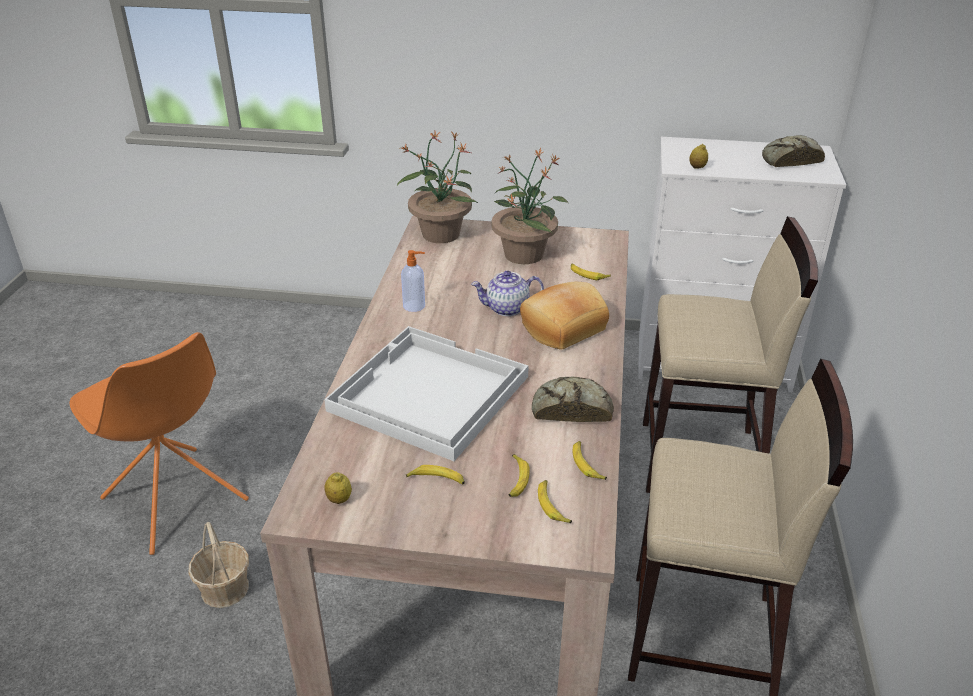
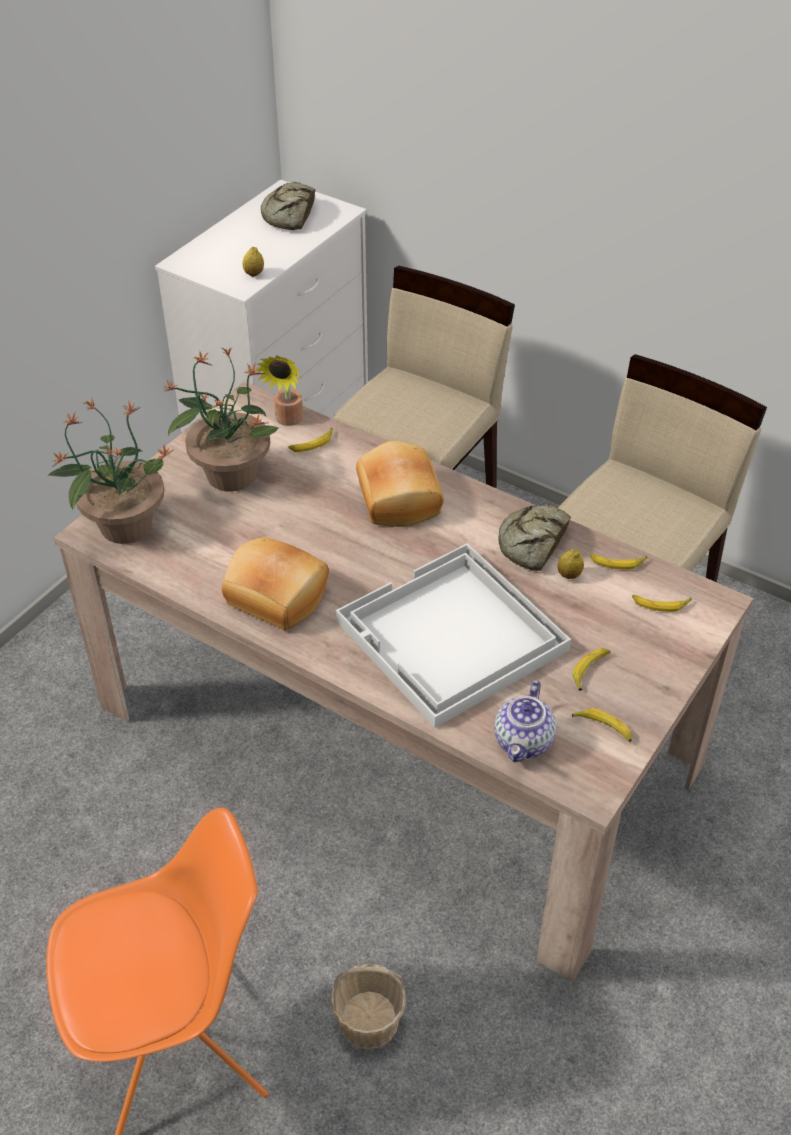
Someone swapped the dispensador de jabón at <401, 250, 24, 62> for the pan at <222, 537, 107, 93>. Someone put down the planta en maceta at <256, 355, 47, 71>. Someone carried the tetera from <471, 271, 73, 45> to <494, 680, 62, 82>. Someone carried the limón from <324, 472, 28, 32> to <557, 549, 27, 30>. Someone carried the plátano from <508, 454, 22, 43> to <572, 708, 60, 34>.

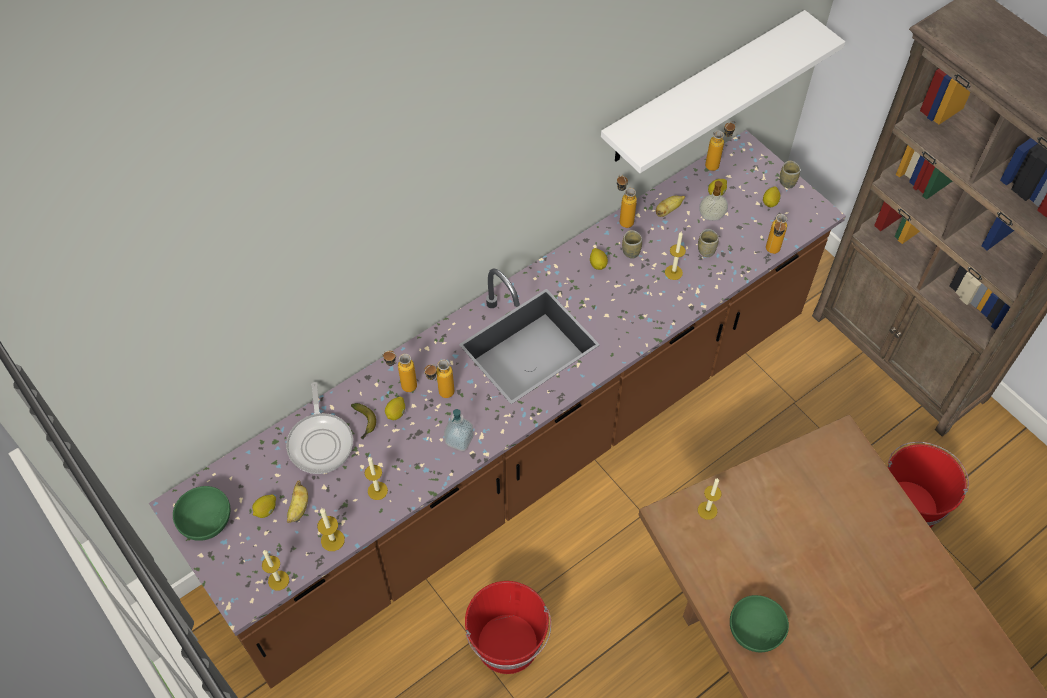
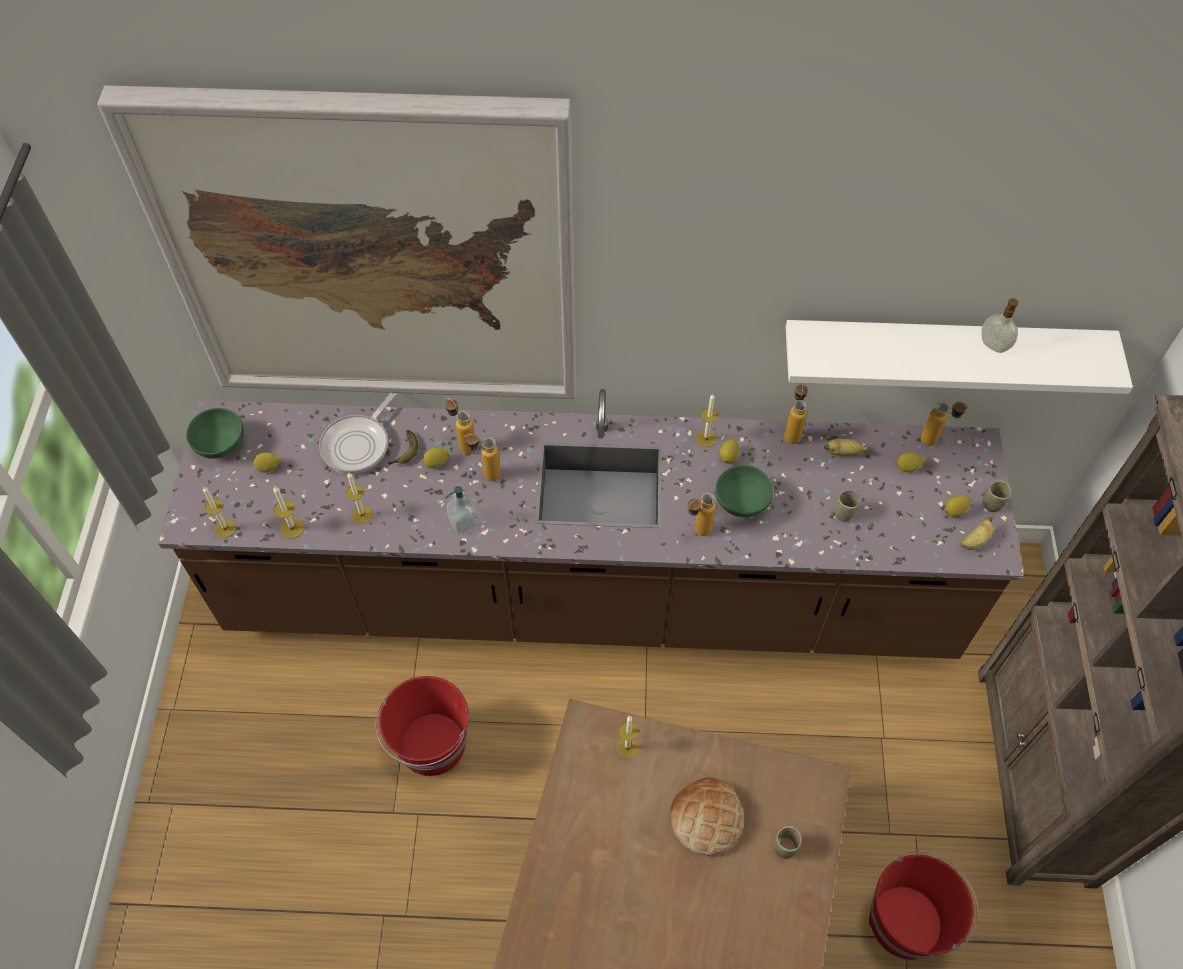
Someone put up the cuadro at <97, 85, 479, 314>. Someone put down the pan at <670, 778, 74, 78>. Someone carried the botella from <766, 214, 22, 40> to <688, 493, 28, 43>. Someone carried the vela from <665, 232, 21, 48> to <696, 394, 23, 53>. Someone carried the cuenco [verde] from <730, 595, 59, 57> to <716, 465, 57, 52>. Someone carried the taza from <622, 230, 20, 29> to <774, 826, 28, 33>. Someone carried the plátano from <287, 480, 21, 43> to <960, 516, 35, 34>. Someone carried the dispensador de jabón from <699, 181, 29, 40> to <981, 298, 38, 55>.

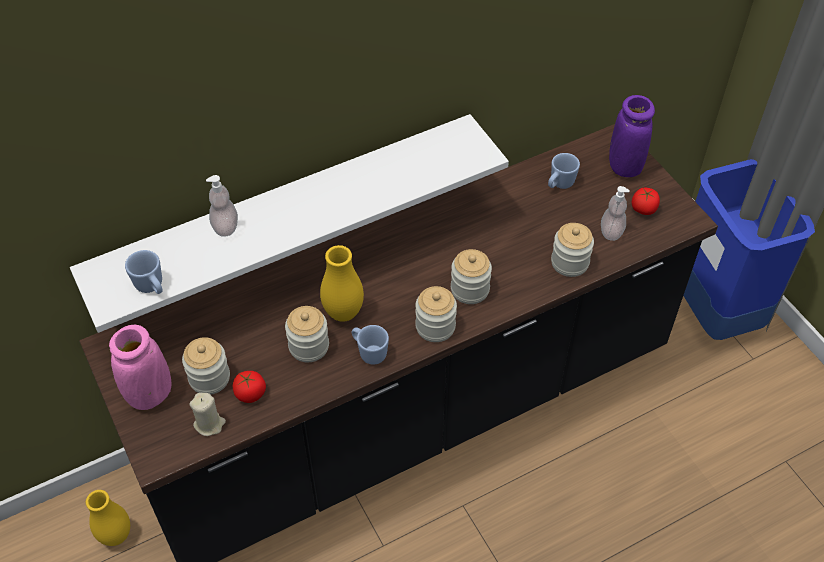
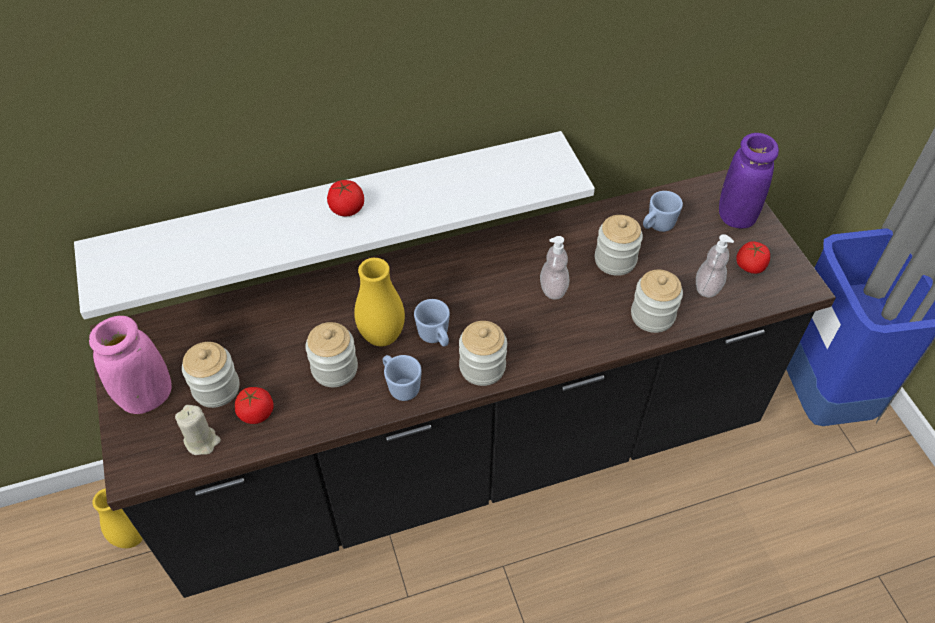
Someone put down the tomate at <327, 180, 37, 36>. Someone carried the taza grande [azul] from <125, 250, 38, 44> to <414, 299, 36, 48>. Someone carried the dispensador de jabón from <206, 175, 32, 62> to <540, 236, 29, 64>. Someone carried the tarro from <451, 249, 41, 55> to <595, 215, 48, 61>.

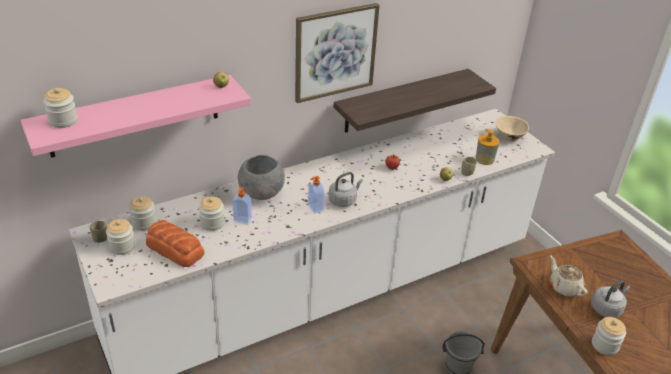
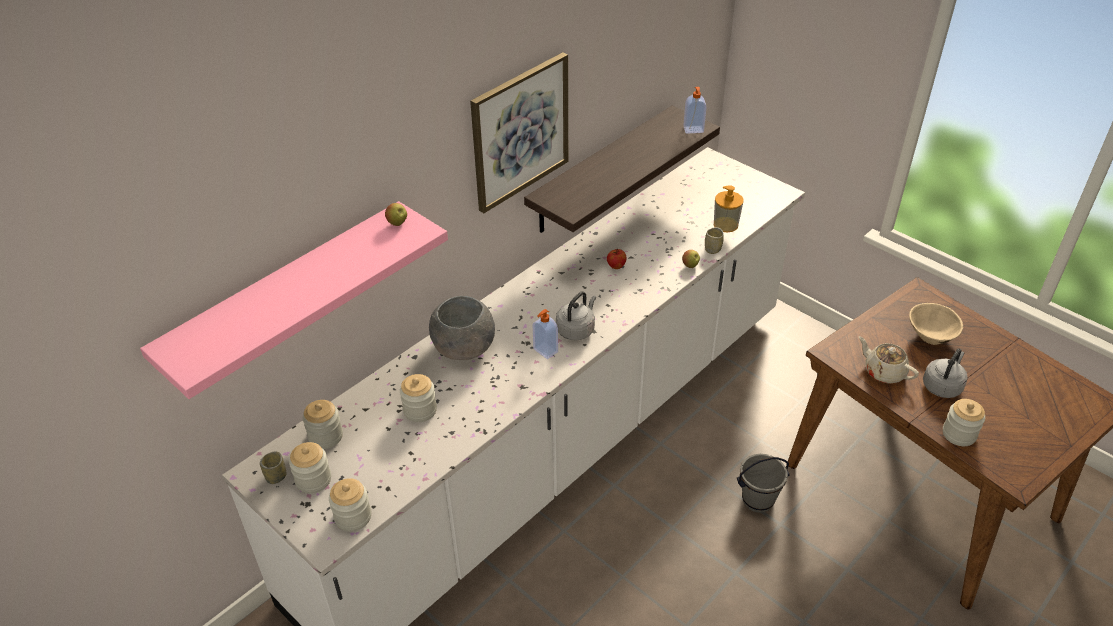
Someone carried the tarro from <44, 88, 34, 40> to <329, 478, 42, 54>. Someone carried the dispensador de jabón from <232, 187, 20, 38> to <683, 87, 24, 46>. Someone carried the cuenco [beis] from <496, 116, 33, 26> to <909, 303, 54, 42>. Someone took away the pan at <146, 220, 58, 47>.

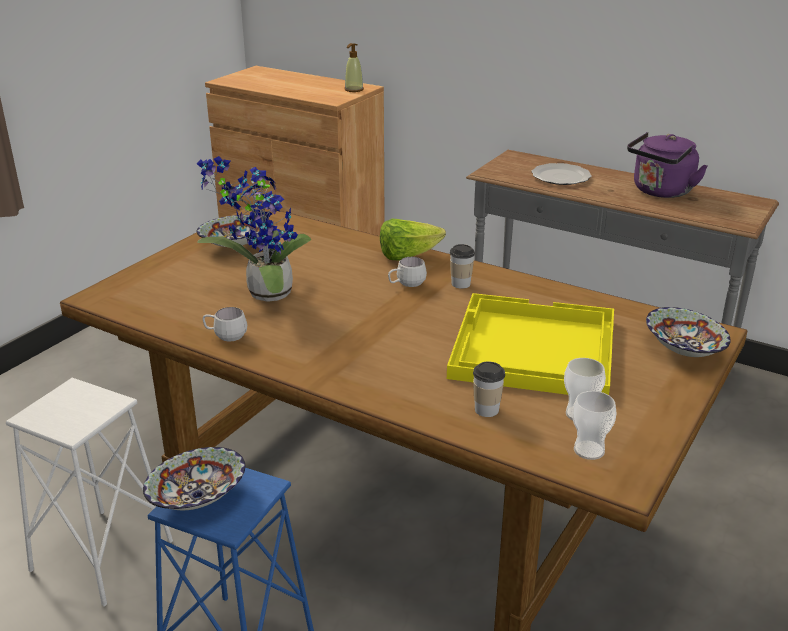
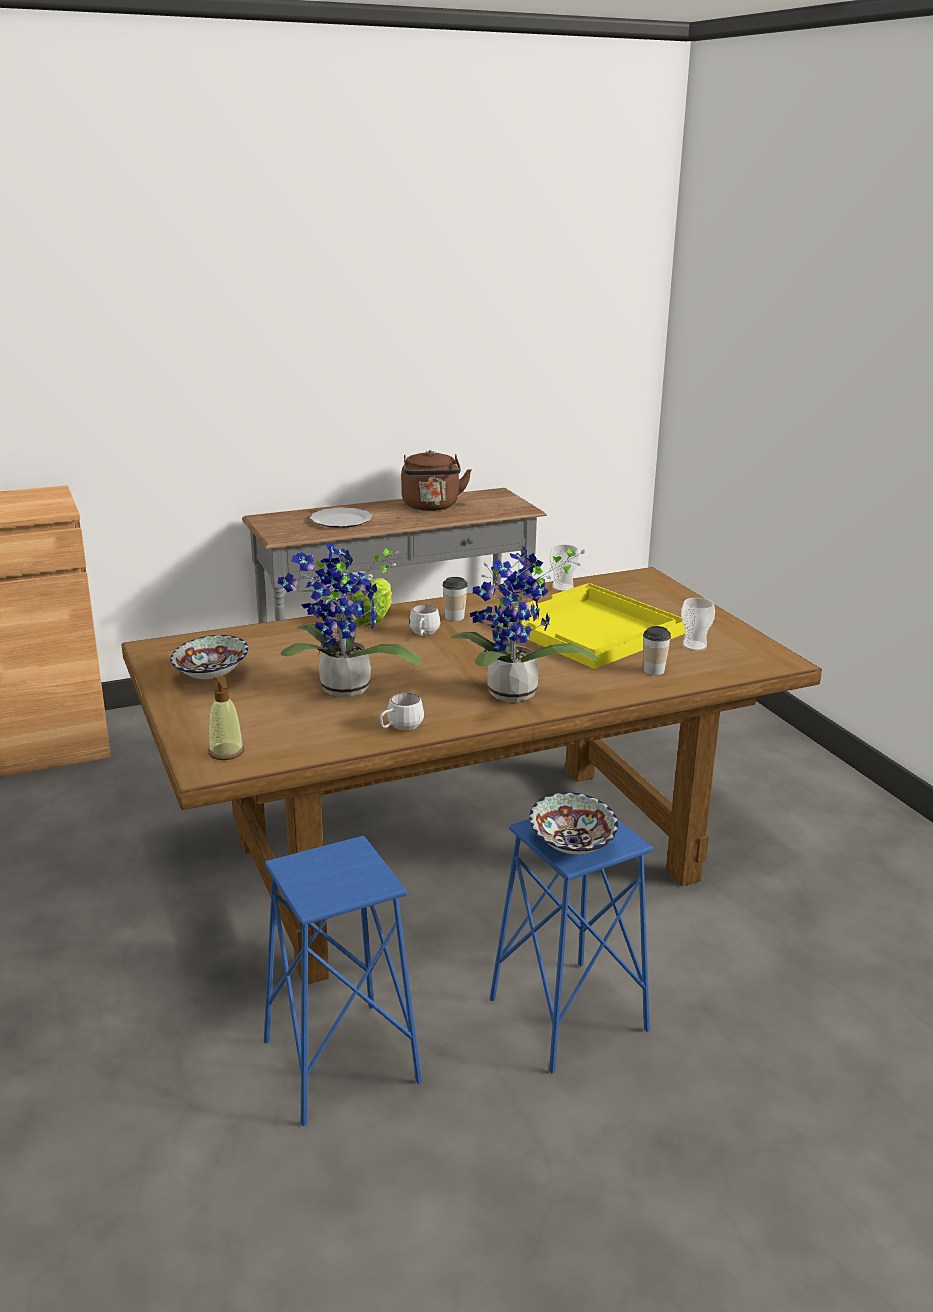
Someone carried the dispensador de jabón from <344, 43, 20, 49> to <208, 676, 36, 84>. Someone repainted the taburete [blanco] at <6, 378, 167, 229>, which became the taburete [azul] at <264, 836, 158, 290>. Someone repainted the hervidor [morado] at <627, 132, 81, 66>, which became the hervidor [marrón] at <401, 450, 71, 61>. Someone put down the planta en maceta at <451, 546, 147, 156>. Someone carried the taza from <572, 391, 45, 69> to <550, 545, 29, 46>. Someone took away the cuenco at <646, 307, 85, 50>.

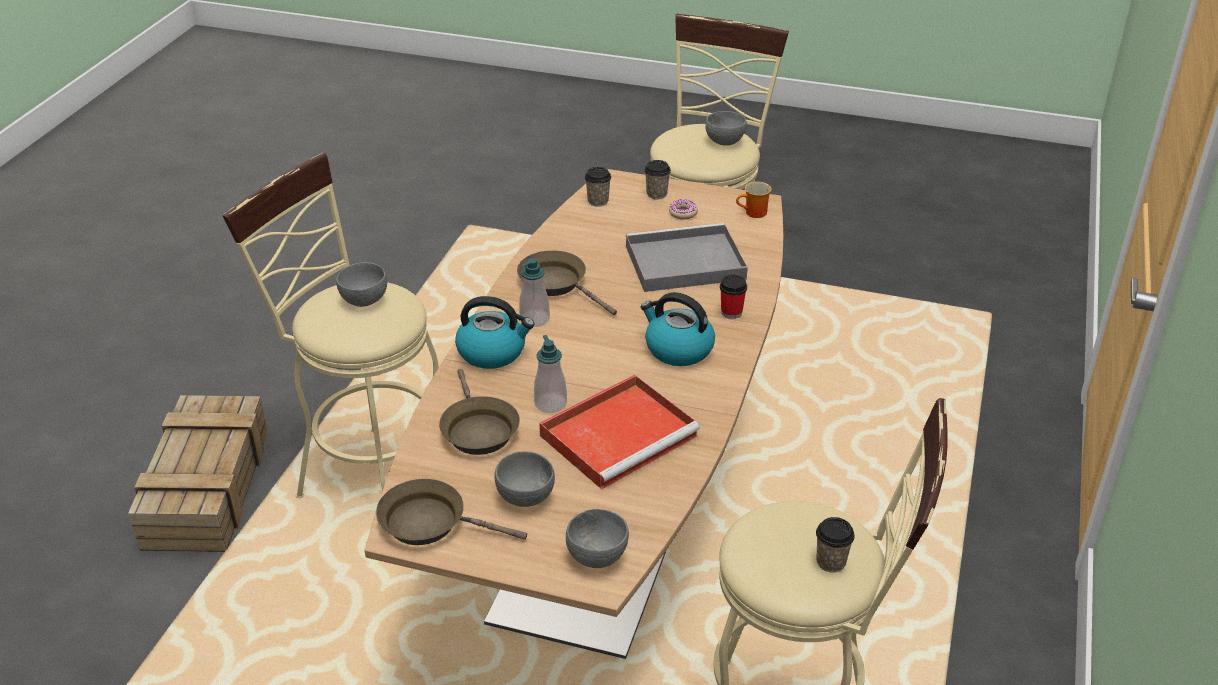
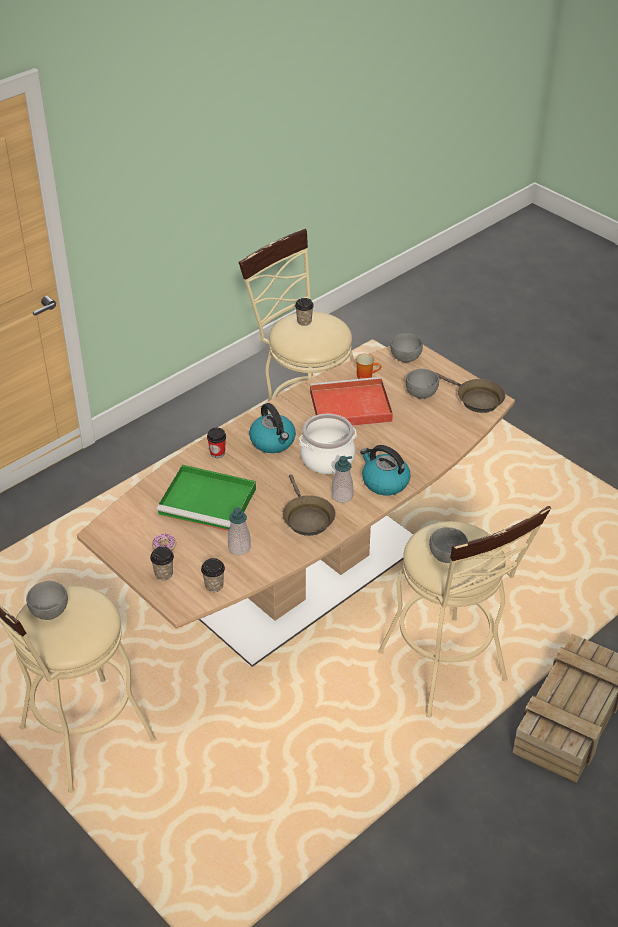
Someone repainted the bandeja [gris] at <626, 223, 122, 69>, which became the bandeja [verde] at <157, 465, 99, 66>. Someone carried the dispensador de jabón from <534, 335, 33, 78> to <228, 507, 23, 48>. Someone put down the olla at <299, 414, 58, 60>. Someone carried the taza grande from <736, 182, 36, 36> to <356, 353, 25, 26>. Someone took away the sartén [marrón] at <439, 369, 81, 86>.

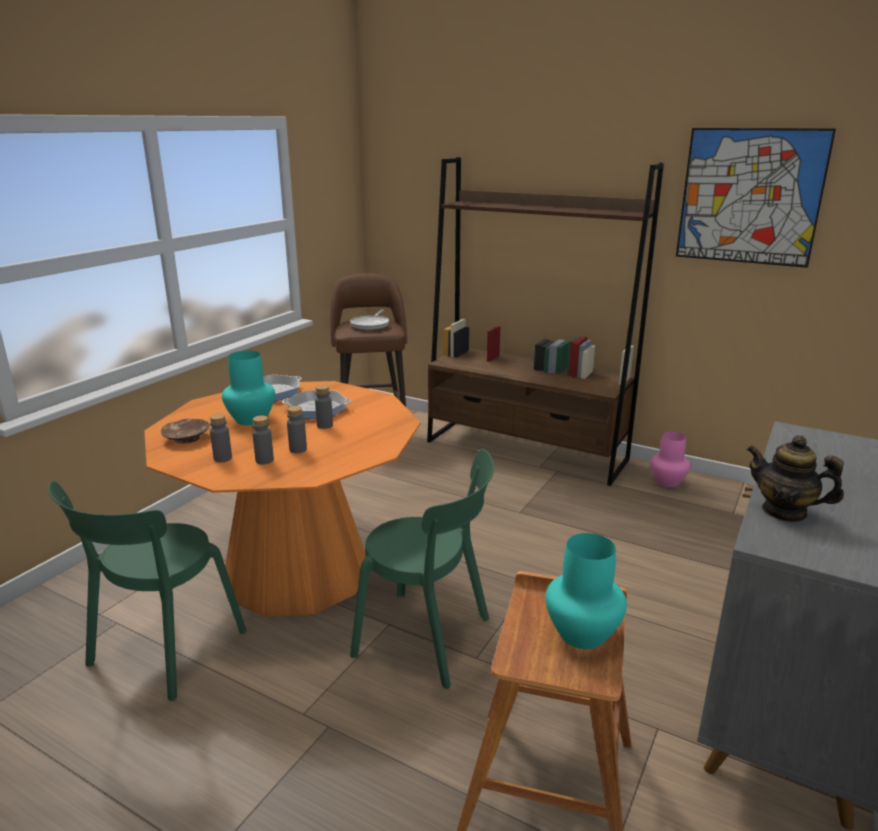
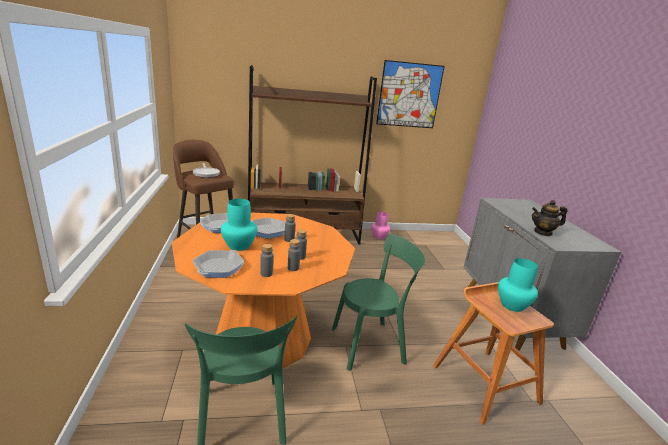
Someone swapped the cuenco [marrón] at <161, 419, 49, 25> for the sartén at <192, 250, 52, 28>.

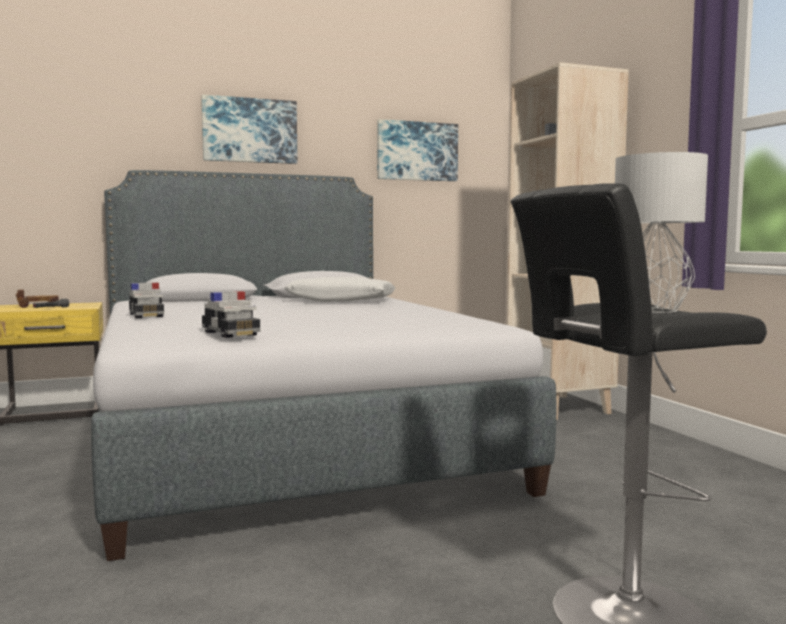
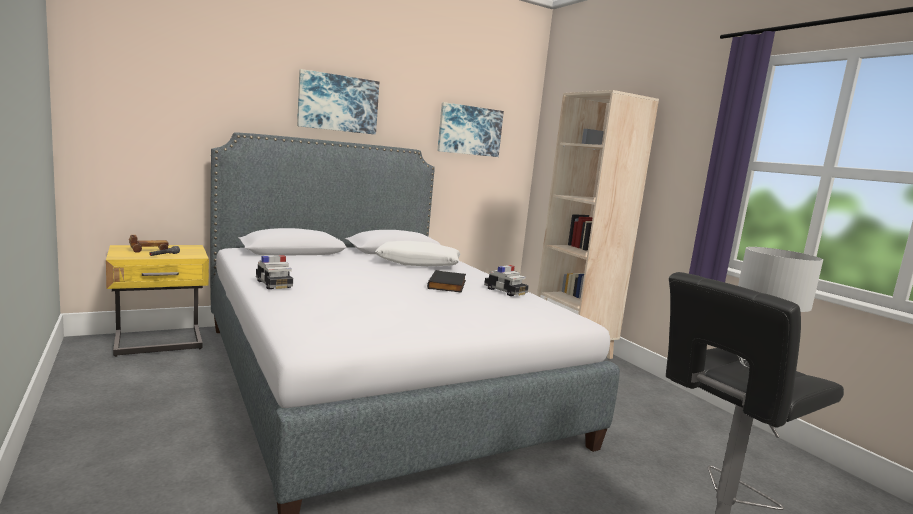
Someone put down the libro [negro] at <427, 270, 39, 22>. Someone carried the coche de juguete from <202, 291, 58, 47> to <484, 265, 45, 31>.

